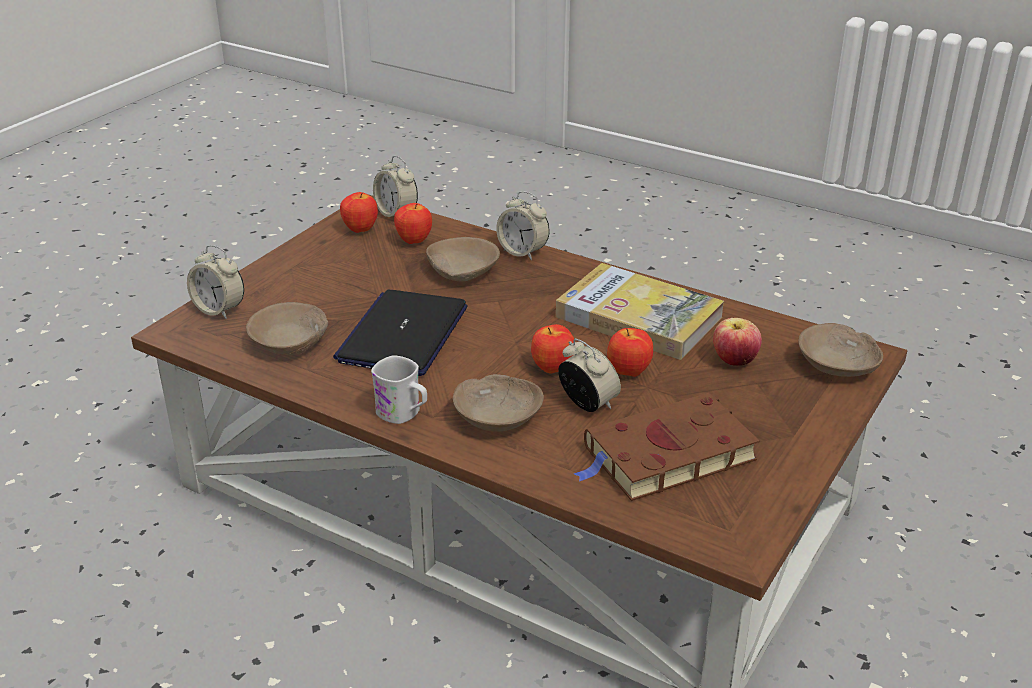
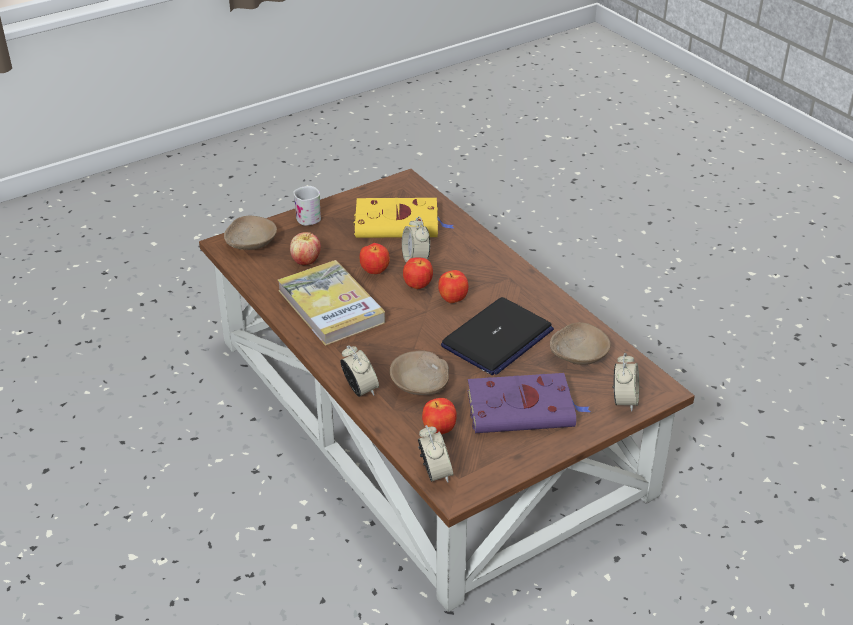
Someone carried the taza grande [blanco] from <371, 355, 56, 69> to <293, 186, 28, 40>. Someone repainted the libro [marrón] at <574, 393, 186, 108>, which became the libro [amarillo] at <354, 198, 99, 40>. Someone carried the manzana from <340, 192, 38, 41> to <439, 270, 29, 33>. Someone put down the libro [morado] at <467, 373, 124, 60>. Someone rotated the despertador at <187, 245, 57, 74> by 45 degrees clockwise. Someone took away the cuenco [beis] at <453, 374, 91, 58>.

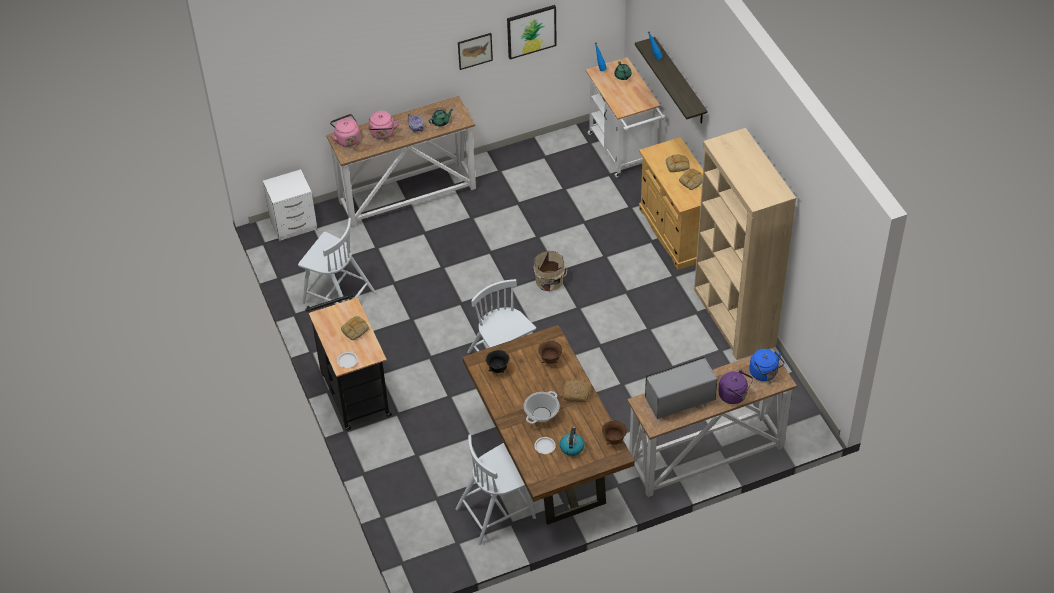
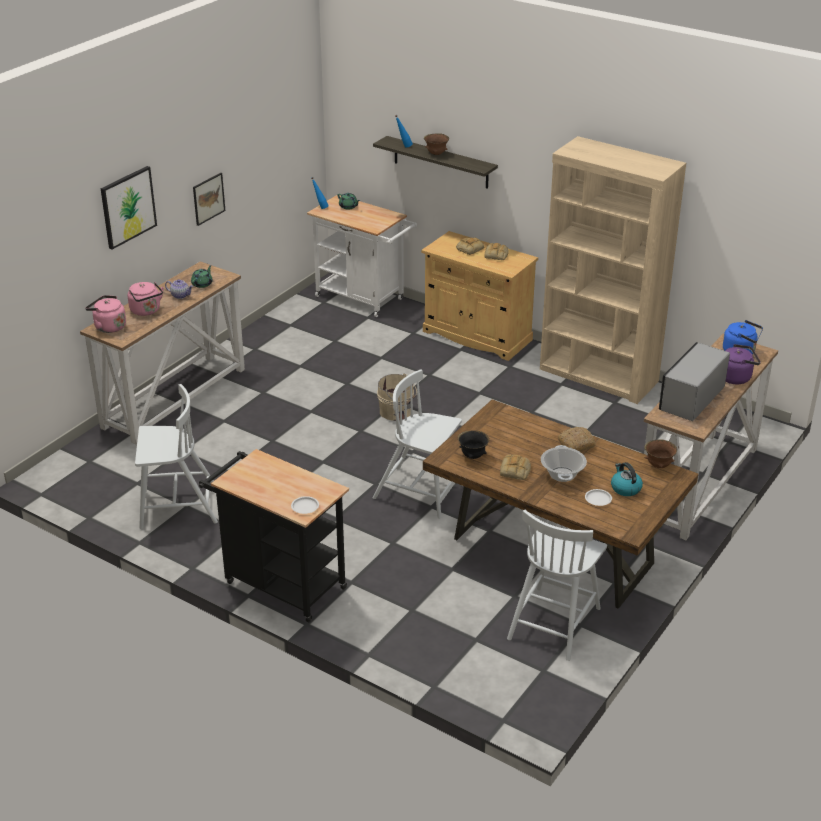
Someone carried the cuadro from <507, 5, 50, 54> to <101, 166, 56, 83>. Someone carried the cuenco [marrón] from <538, 340, 24, 24> to <424, 133, 25, 22>. Someone carried the pan from <341, 316, 28, 24> to <500, 455, 31, 25>. Someone took away the mesita de noche [blanco] at <263, 169, 54, 72>.

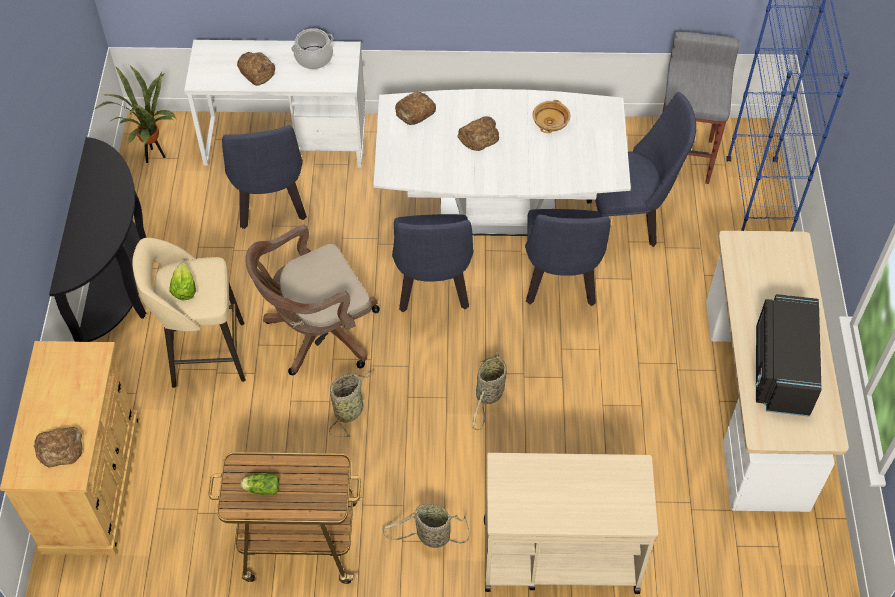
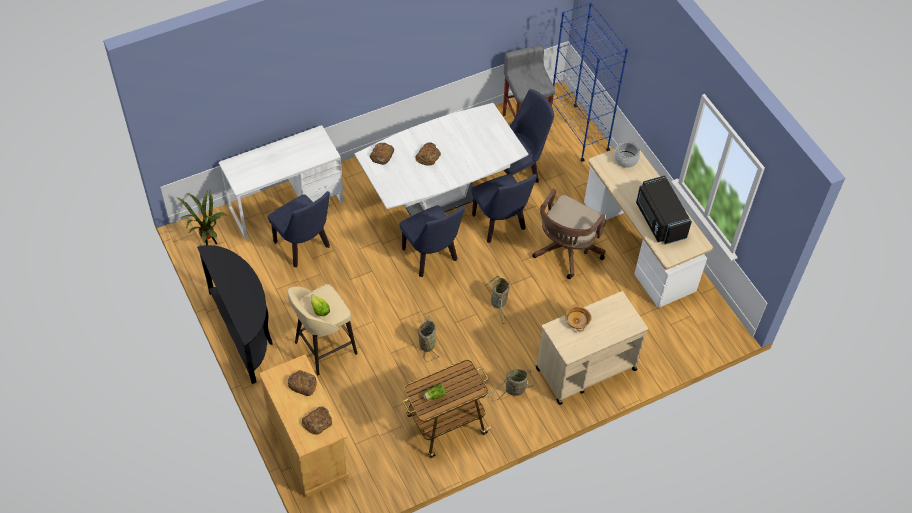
Someone carried the pan from <237, 52, 38, 34> to <288, 370, 29, 26>. Someone carried the silla de oficina [marrón] from <245, 225, 135, 150> to <533, 189, 73, 90>. Someone carried the cuenco [beis] from <533, 100, 37, 33> to <565, 304, 26, 27>. Someone carried the olla from <291, 28, 42, 41> to <614, 141, 26, 27>.

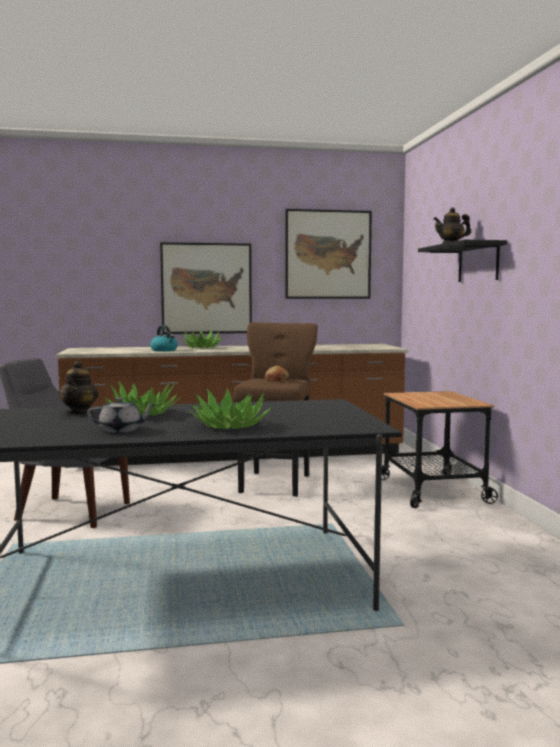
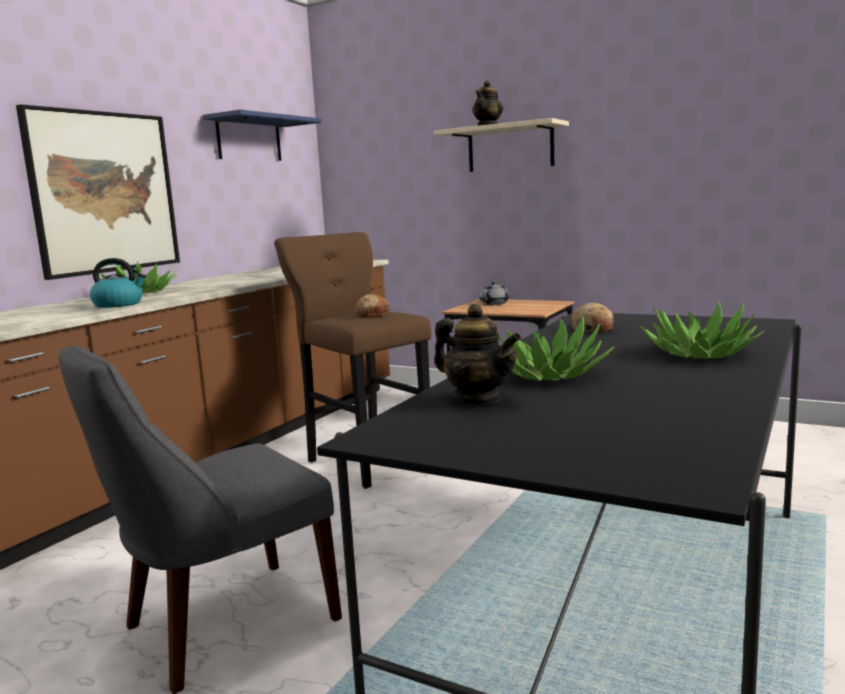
Someone swapped the cuadro at <285, 209, 87, 90> for the estante [azul] at <203, 109, 119, 52>. Someone repainted the estante [negro] at <418, 240, 89, 42>, which became the estante [beis] at <434, 118, 135, 54>. Someone carried the tetera [gris] from <87, 397, 69, 36> to <479, 281, 30, 24>. Someone put down the pan at <571, 303, 43, 29>.

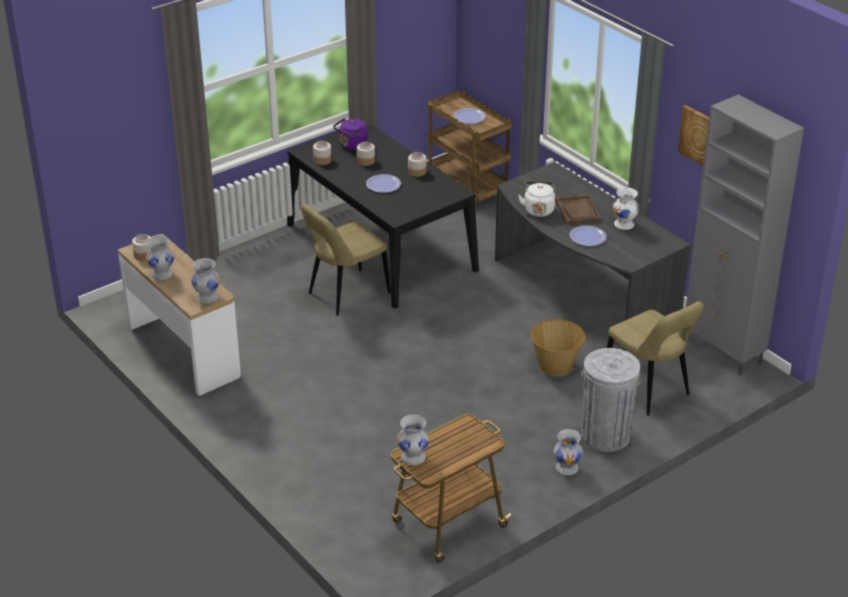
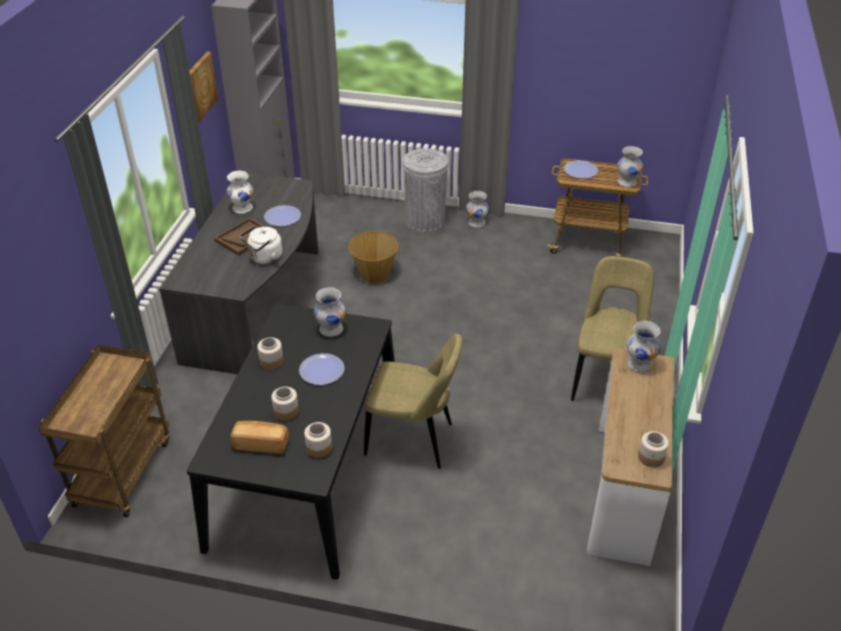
Someone swapped the hervidor [morado] at <333, 118, 35, 32> for the pan at <231, 421, 58, 33>. Someone carried the florero [blanco] from <146, 236, 28, 44> to <314, 287, 32, 50>. Someone carried the plato from <453, 108, 33, 16> to <564, 160, 34, 19>. Someone carried the silla [beis] from <607, 301, 97, 115> to <571, 256, 83, 145>.

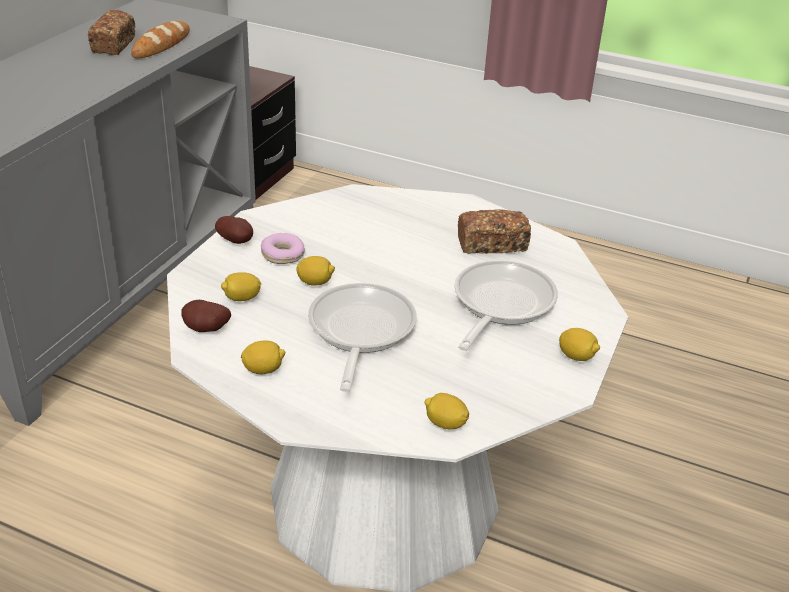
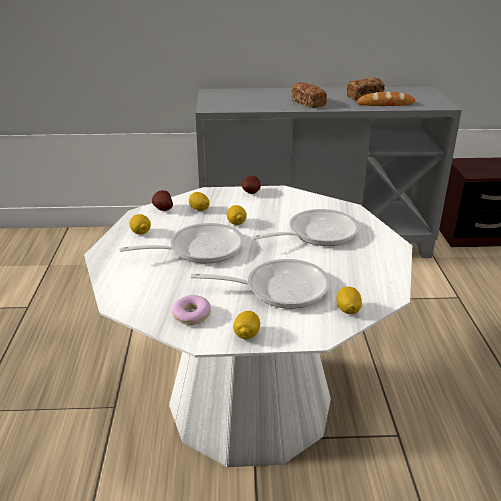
Someone carried the rosquilla from <261, 233, 44, 31> to <172, 295, 39, 30>. Someone put down the sartén at <251, 209, 108, 37>. Someone carried the pan from <458, 209, 73, 45> to <291, 82, 36, 26>. Someone carried the limón from <424, 393, 45, 37> to <336, 287, 26, 27>.

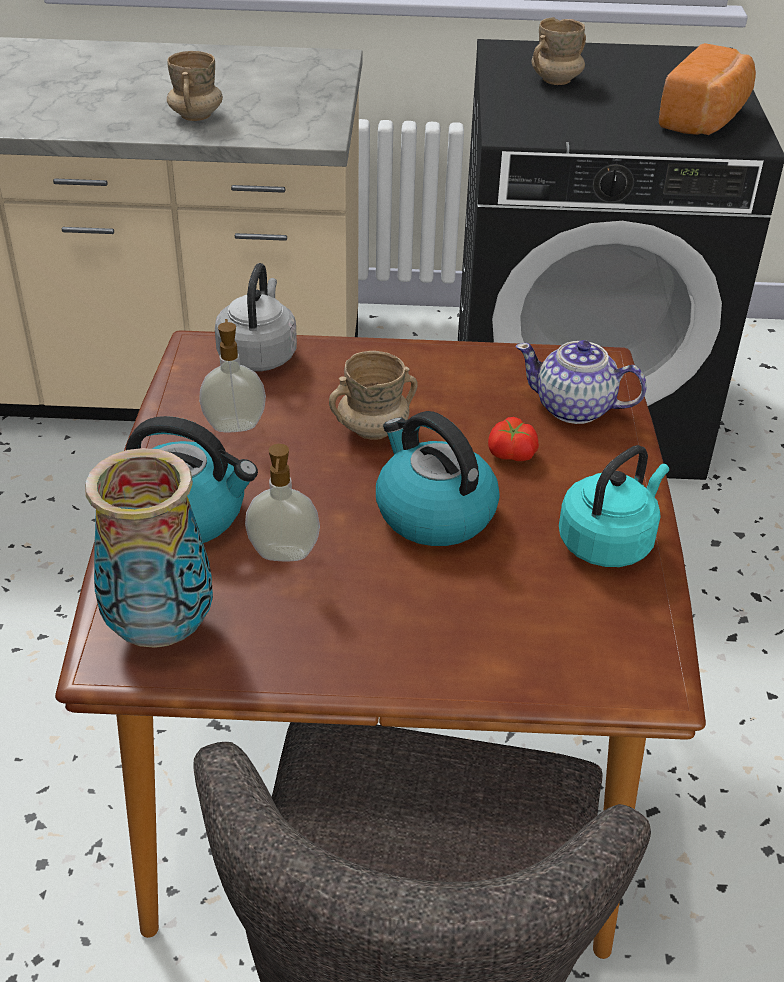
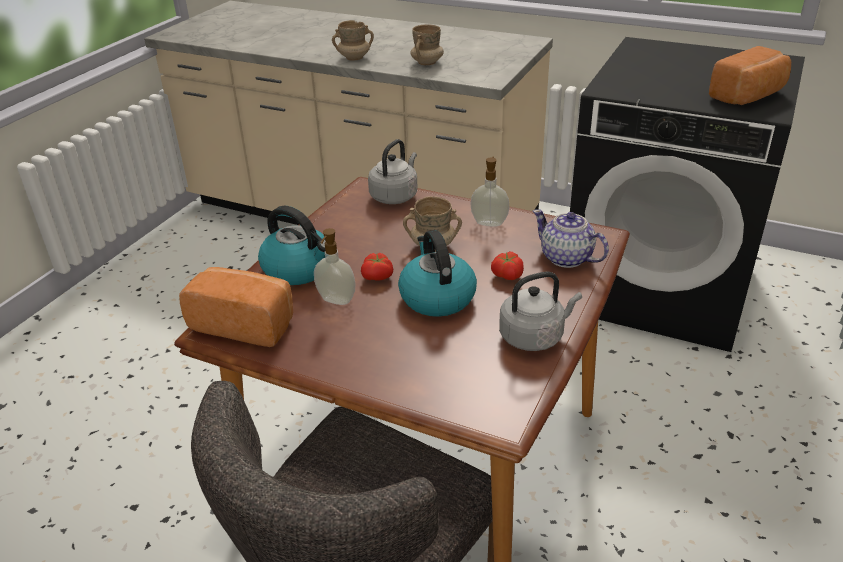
Someone swapped the florero at <85, 448, 128, 200> for the pan at <179, 267, 114, 80>. Someone carried the taza grande [beis] from <531, 17, 55, 68> to <332, 20, 42, 41>. Someone put down the tomate at <361, 253, 32, 27>. Someone carried the dispensador de jabón from <199, 319, 67, 113> to <470, 157, 40, 70>. Someone repainted the hervidor [turquesa] at <559, 445, 110, 122>, which became the hervidor [gris] at <499, 271, 83, 80>.

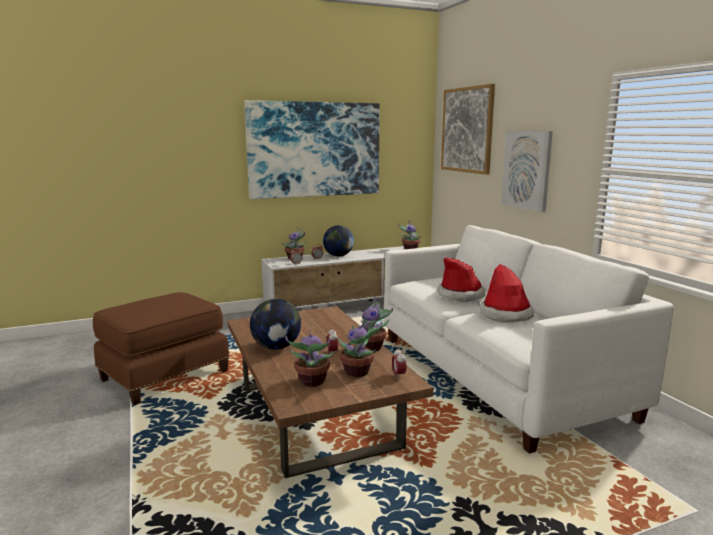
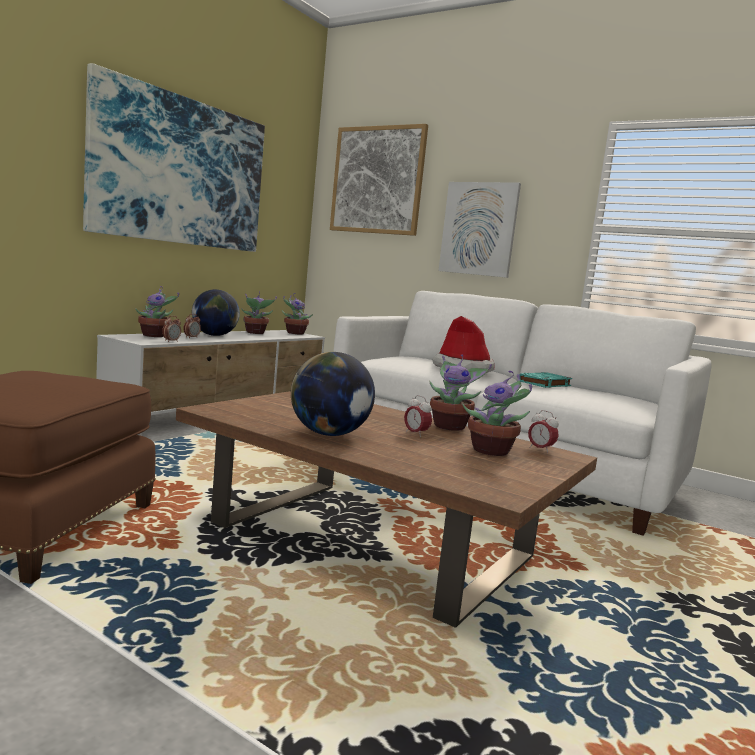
Someone carried the planta en maceta from <285, 329, 50, 58> to <241, 291, 36, 43>. Someone swapped the sombrero at <480, 264, 54, 59> for the libro [turquesa] at <519, 372, 53, 16>.

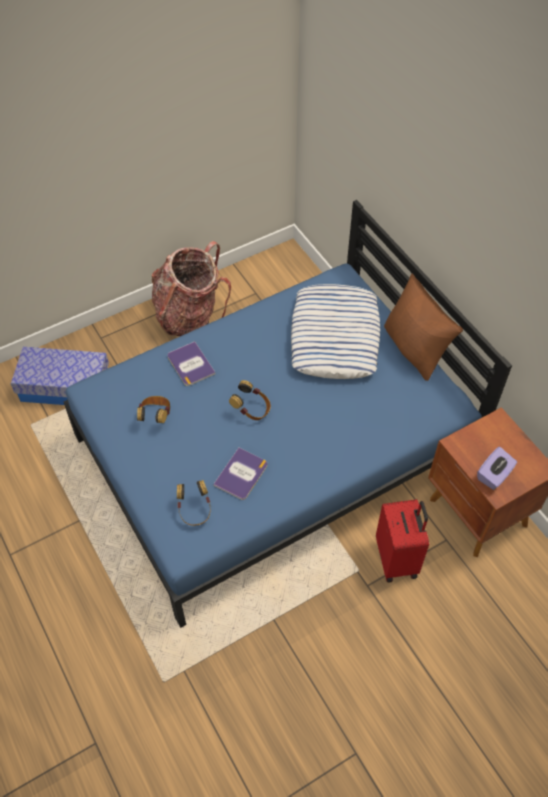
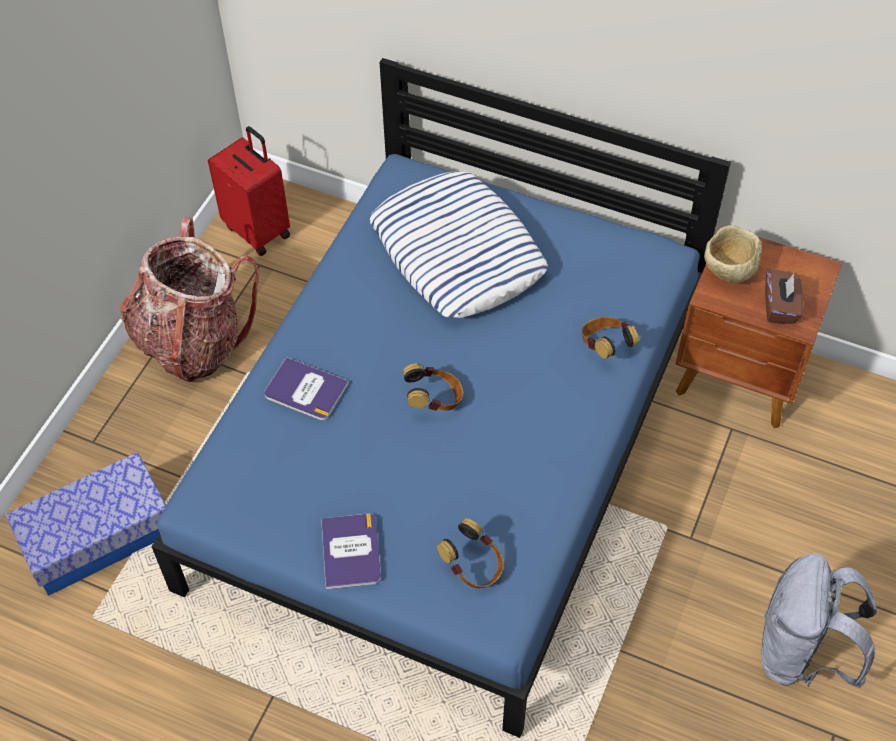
Someone carried the maleta [rojo] from <376, 499, 53, 84> to <208, 126, 82, 130>. Someone carried the libro from <213, 448, 54, 52> to <321, 514, 60, 75>. Someone carried the auriculares from <137, 396, 34, 27> to <582, 317, 57, 42>. Someone put down the cuenco [beis] at <704, 225, 58, 58>. Someone put down the mochila [gris] at <762, 553, 115, 135>. Someone repainted the caja de pañuelos [morado] at <477, 447, 40, 43>, which became the caja de pañuelos [marrón] at <765, 268, 38, 56>. Someone took away the cojín [marrón] at <384, 274, 79, 107>.

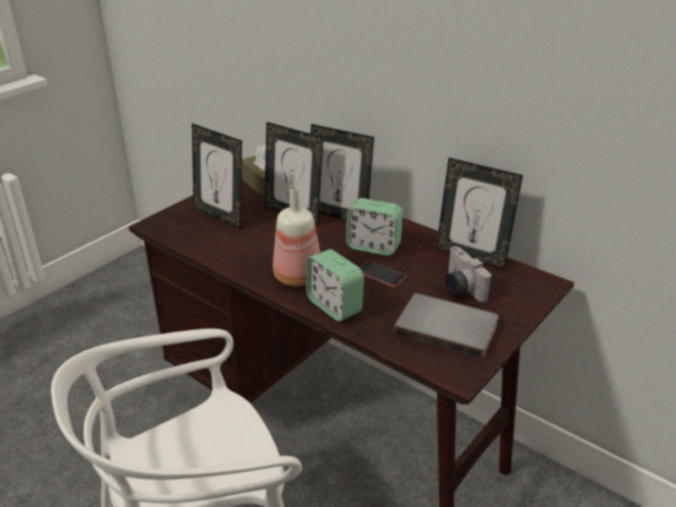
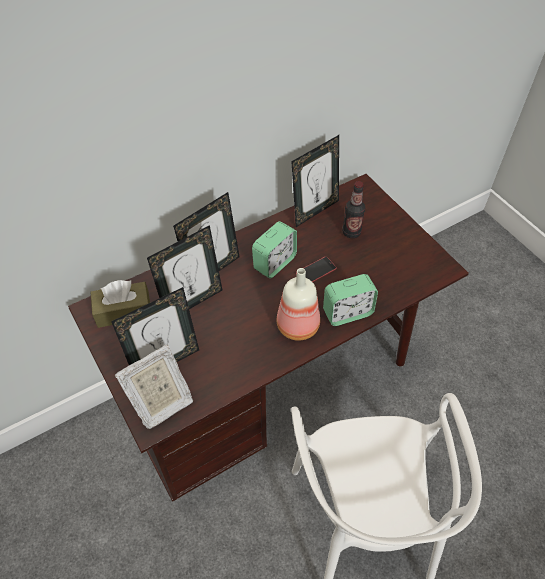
Someone put down the portarretratos at <115, 344, 78, 85>. Someone swapped the cámara at <445, 246, 48, 56> for the botella at <342, 181, 23, 57>. Someone took away the libro [gris] at <394, 293, 105, 66>.

